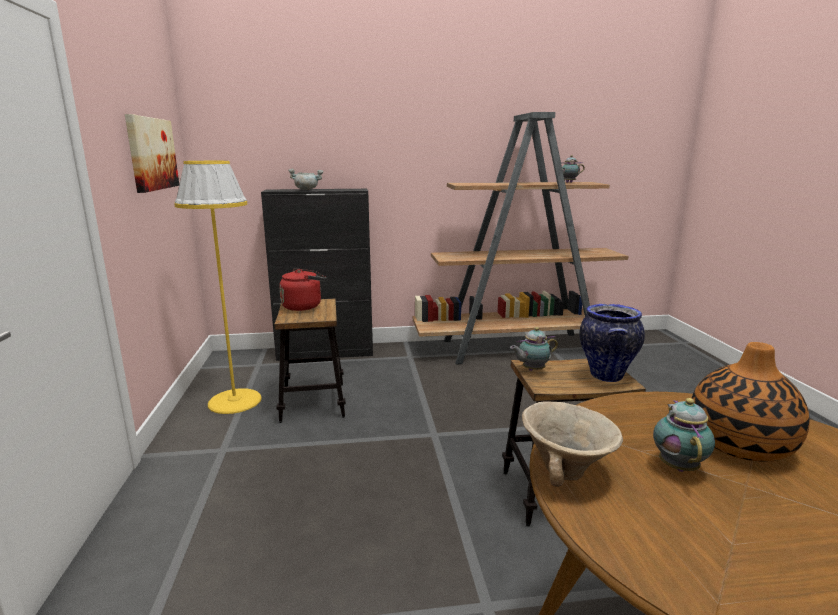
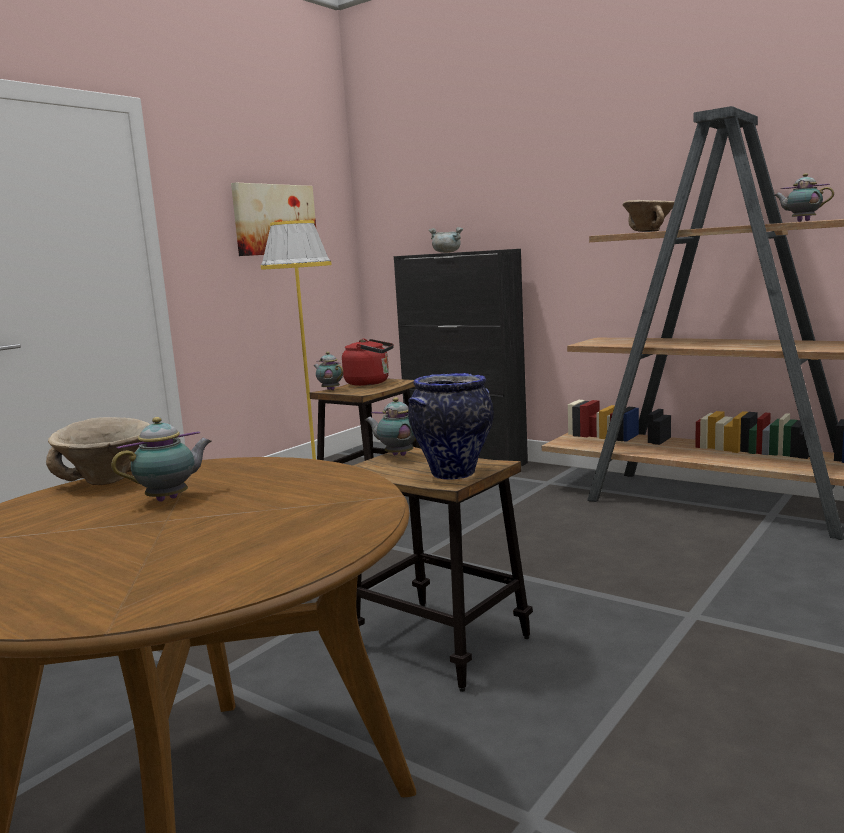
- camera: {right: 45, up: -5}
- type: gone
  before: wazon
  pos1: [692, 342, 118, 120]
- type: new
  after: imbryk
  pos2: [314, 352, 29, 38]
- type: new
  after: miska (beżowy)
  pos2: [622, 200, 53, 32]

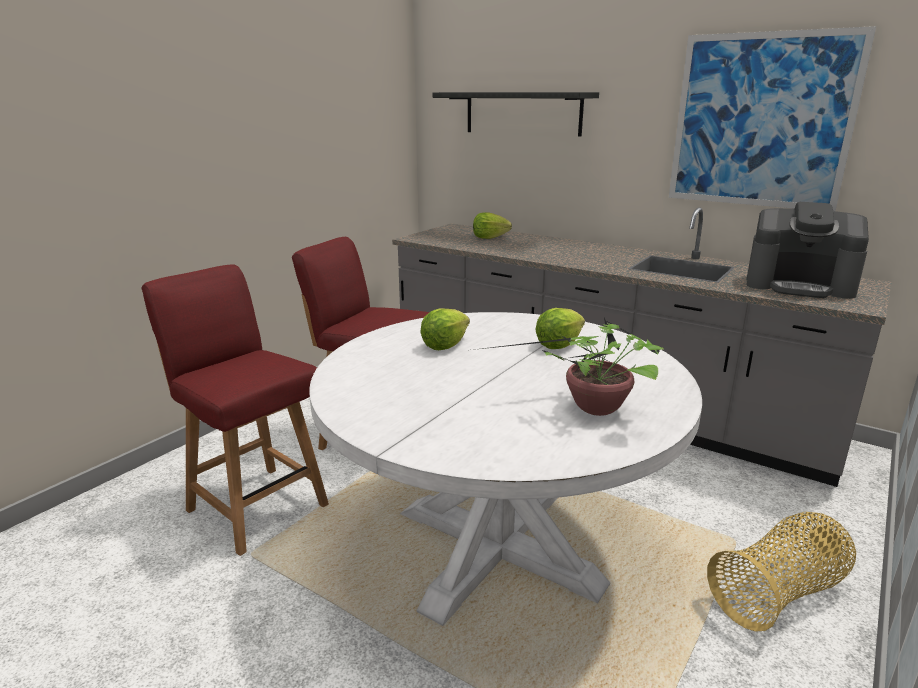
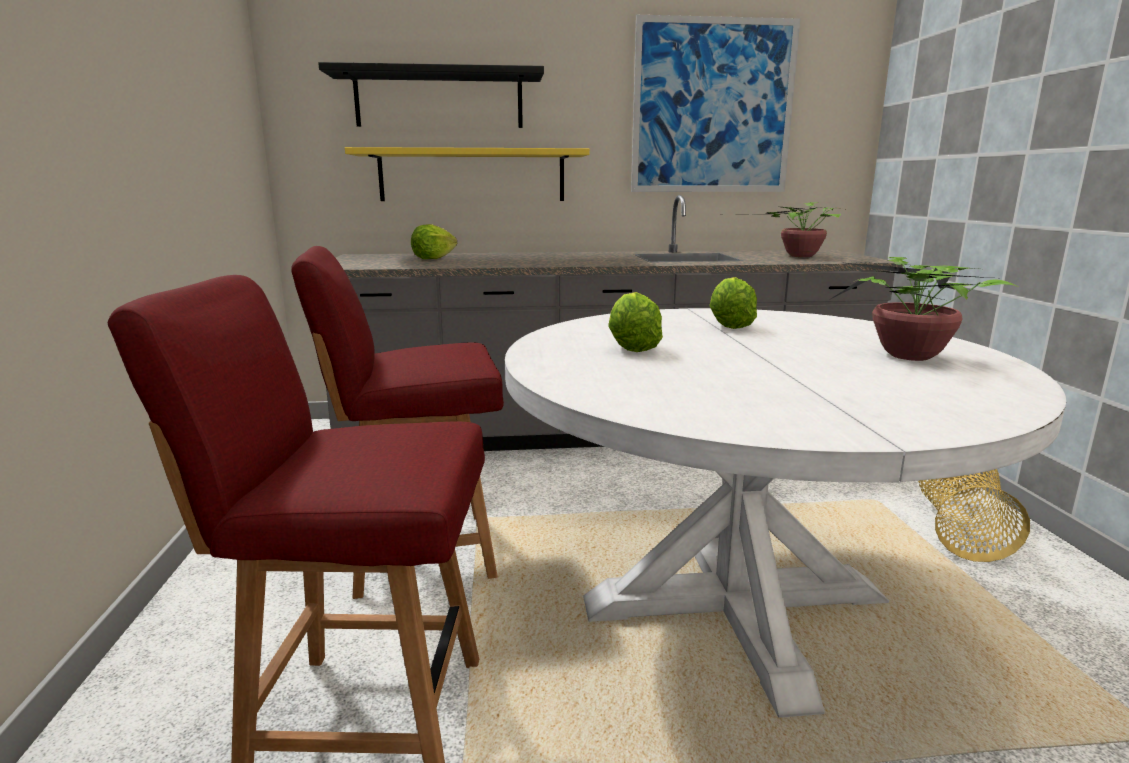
- camera: {right: -40, up: -5}
- type: swapped
  before: ekspres do kawy
  after: roślina doniczkowa
  pos1: [746, 202, 123, 97]
  pos2: [727, 202, 115, 55]
- type: new
  after: półka (żółty)
  pos2: [345, 147, 245, 54]

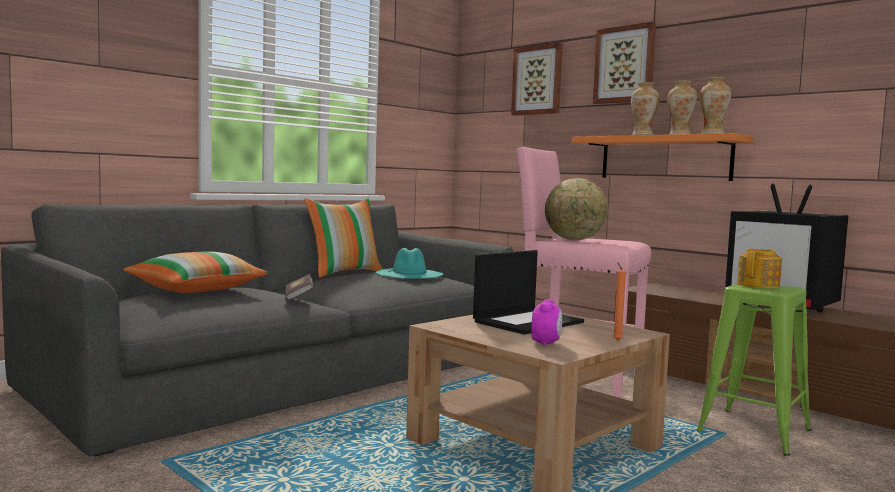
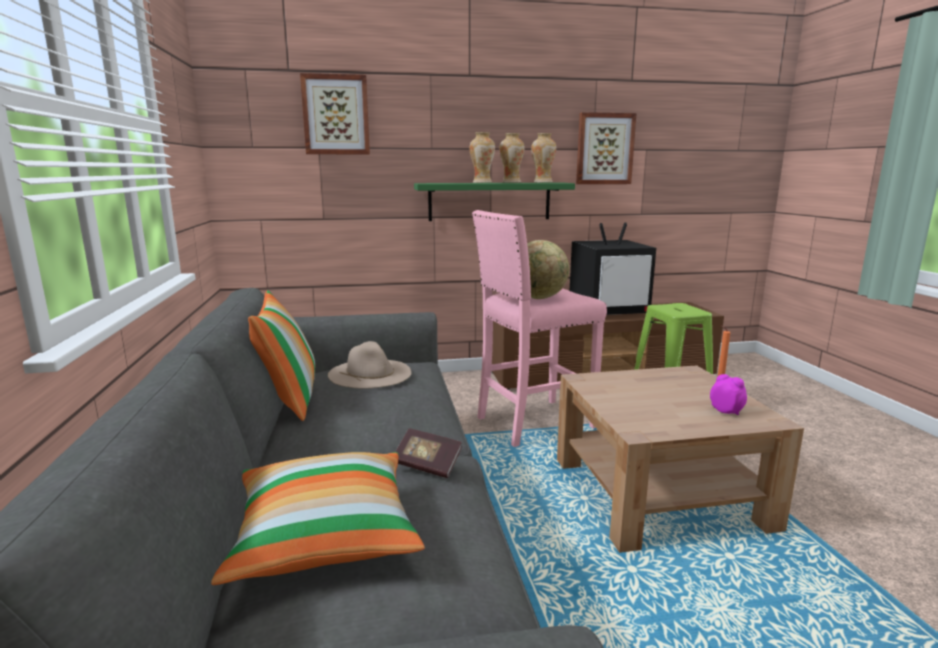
- camera: {right: -55, up: 10}
- type: repainted
  before: kapelusz (turkusowy)
  after: kapelusz (beżowy)
  pos1: [376, 248, 67, 31]
  pos2: [328, 341, 83, 48]
- type: gone
  before: laptop
  pos1: [473, 250, 111, 85]
- type: repainted
  before: półka (pomarańczowy)
  after: półka (zielony)
  pos1: [572, 133, 181, 48]
  pos2: [414, 183, 161, 38]
- type: shifted
  before: obraz
  pos1: [593, 22, 63, 82]
  pos2: [576, 112, 61, 72]
- type: gone
  before: imbryk
  pos1: [737, 249, 45, 40]

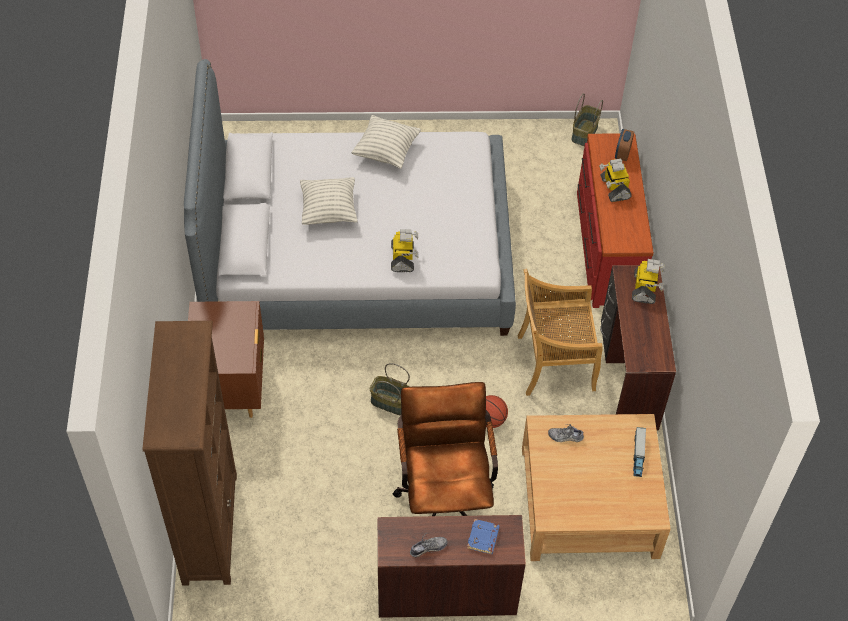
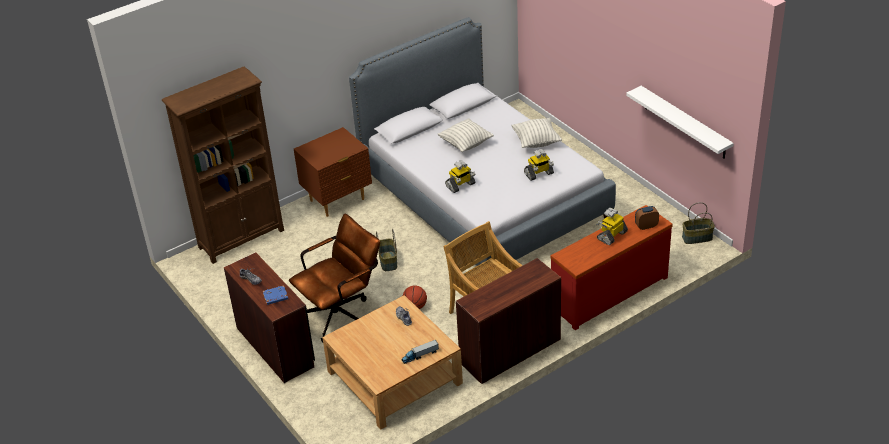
- camera: {right: 60, up: -15}
- type: shifted
  before: robot zabawkowy
  pos1: [632, 259, 33, 45]
  pos2: [524, 149, 30, 32]
- type: new
  after: półka (biały)
  pos2: [626, 86, 108, 73]

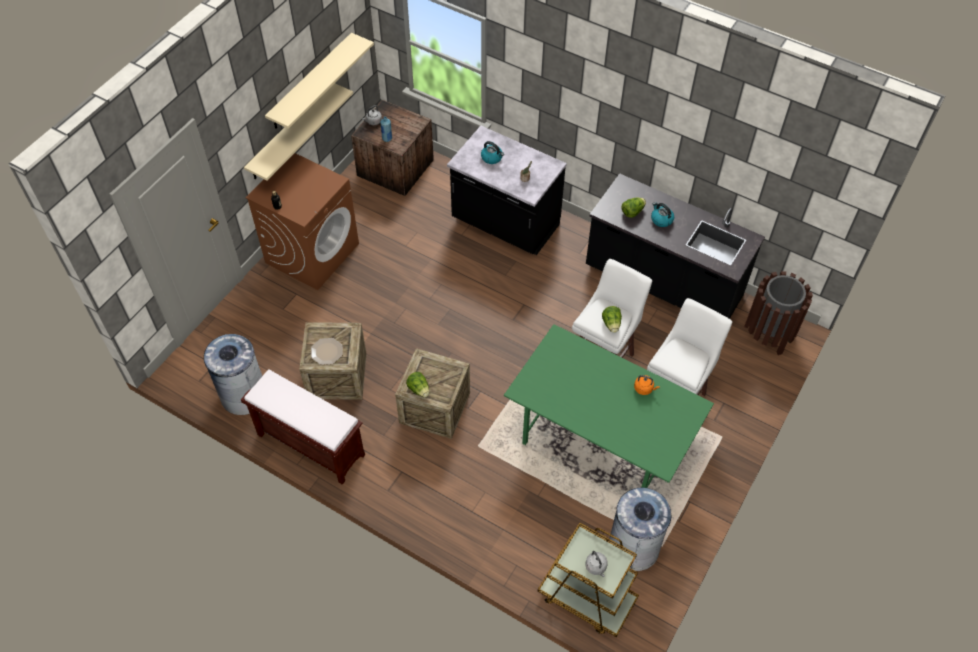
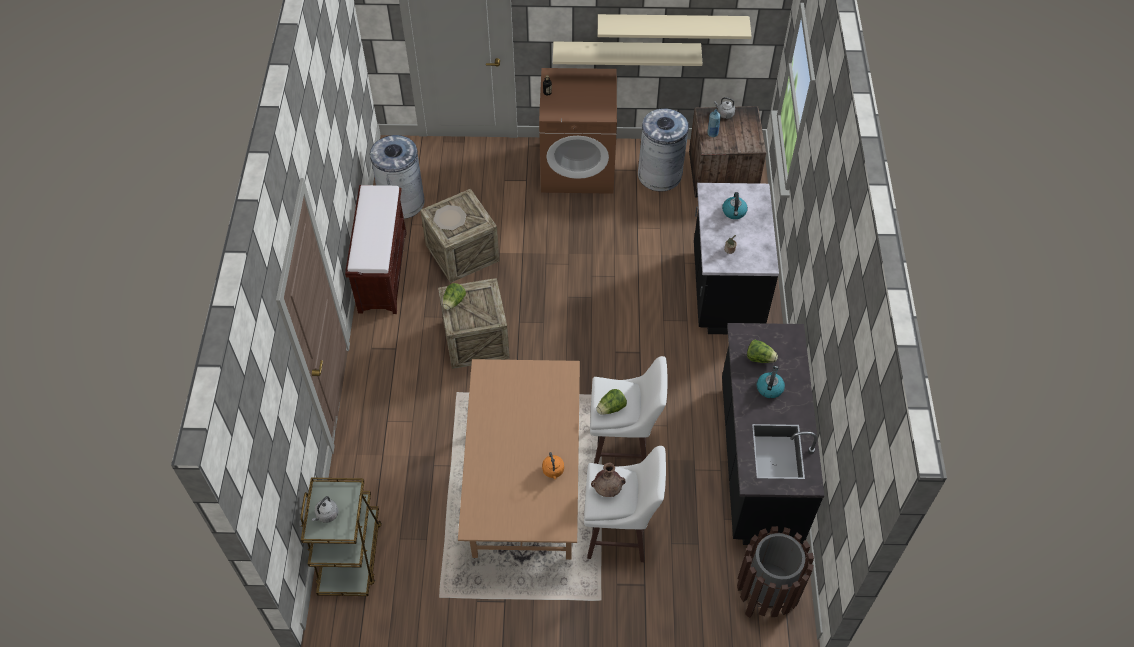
- camera: {right: 60, up: 0}
- type: repainted
  before: stół jadalny (zielony)
  after: stół jadalny (brązowy)
  pos1: [504, 324, 210, 164]
  pos2: [458, 359, 122, 201]
- type: shifted
  before: kosz na śmieci (szary)
  pos1: [609, 487, 65, 84]
  pos2: [638, 108, 51, 84]
- type: new
  after: wazon (brązowy)
  pos2: [591, 463, 35, 34]

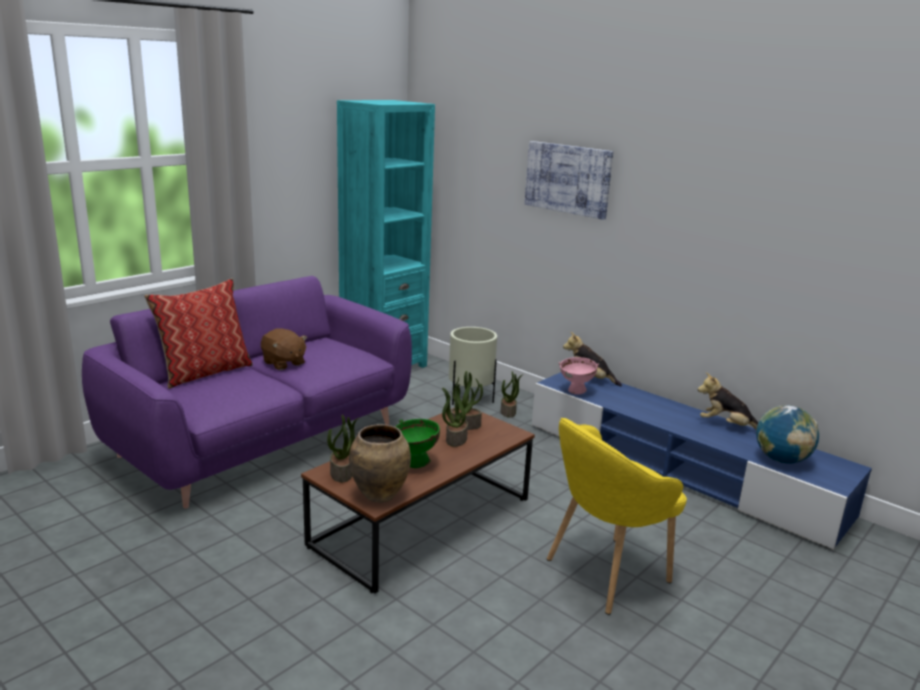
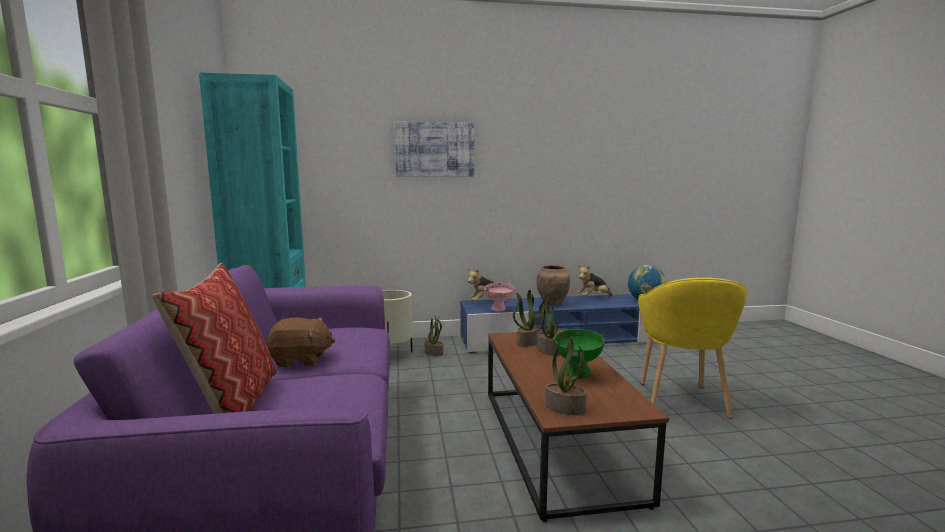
- camera: {right: -50, up: -10}
- type: shifted
  before: wazon (brązowy)
  pos1: [349, 424, 62, 79]
  pos2: [537, 265, 33, 41]

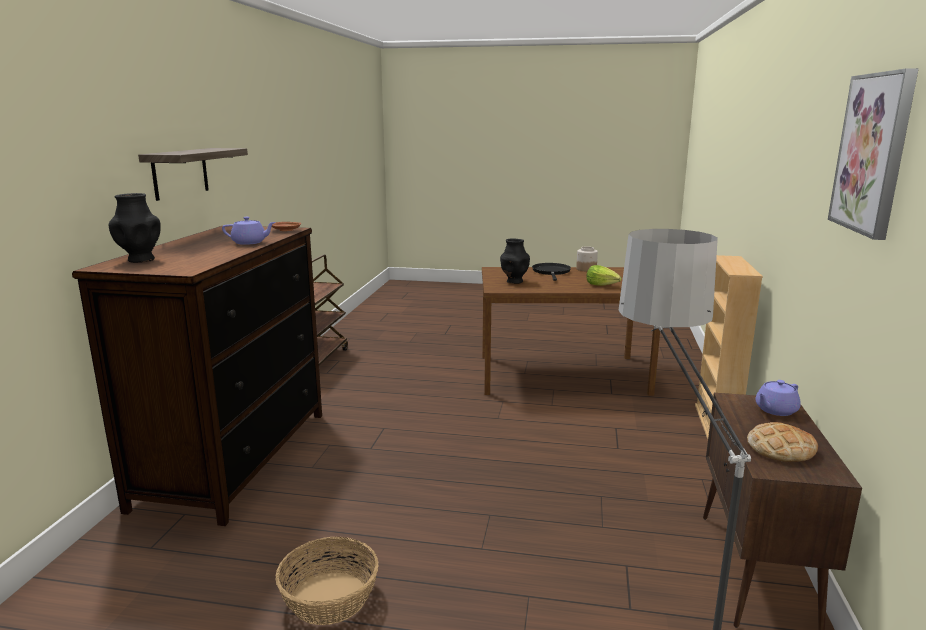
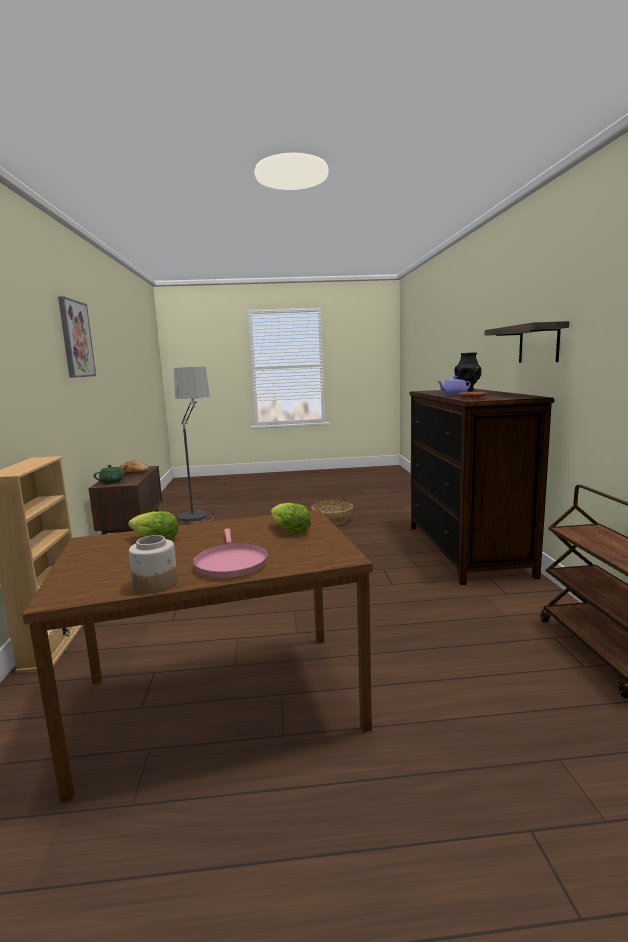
- camera: {right: 165, up: -5}
- type: swapped
  before: wazon (czarny)
  after: sałata
  pos1: [500, 238, 30, 46]
  pos2: [271, 503, 40, 31]
- type: repainted
  before: patelnia (czarny)
  after: patelnia (różowy)
  pos1: [532, 263, 39, 18]
  pos2: [193, 528, 75, 49]
- type: repainted
  before: imbryk (fioletowy)
  after: imbryk (zielony)
  pos1: [755, 380, 46, 36]
  pos2: [94, 465, 34, 19]

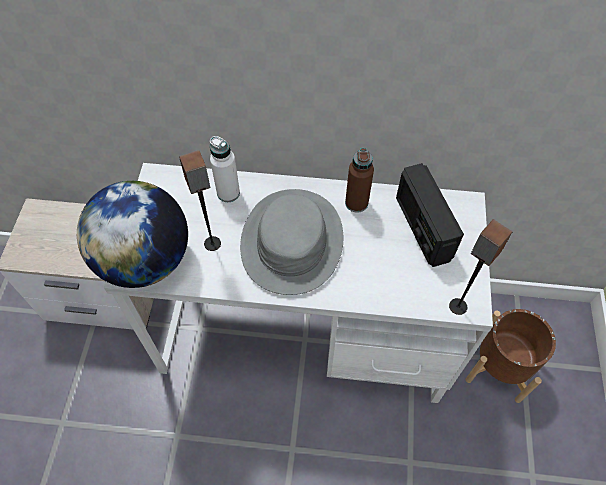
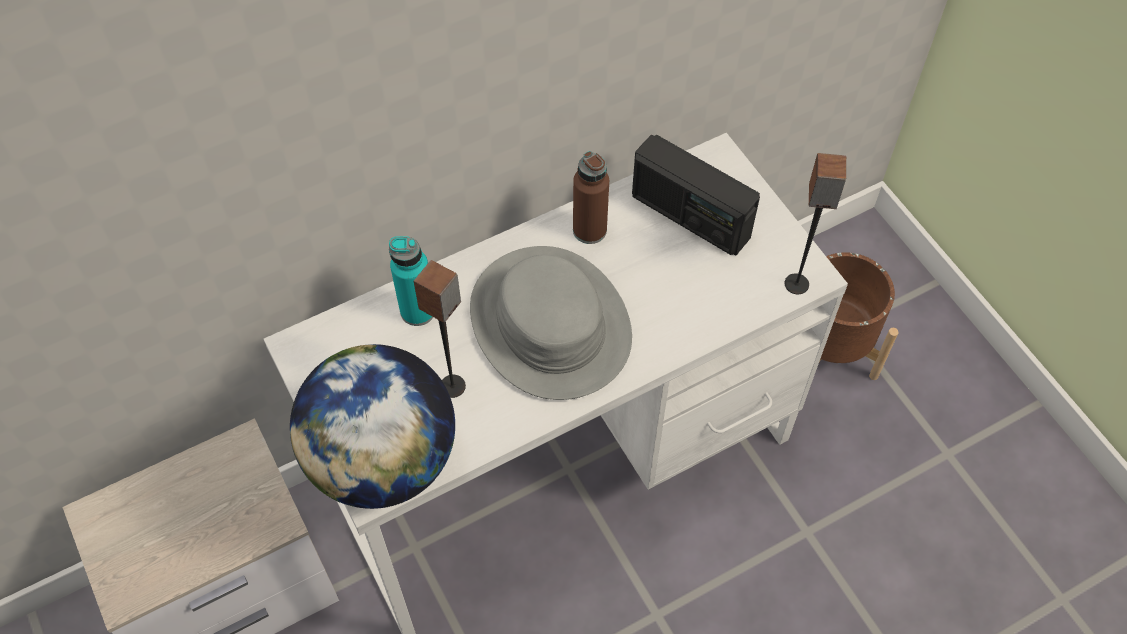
- camera: {right: -35, up: 0}
- type: repainted
  before: butelka (biały)
  after: butelka (turkusowy)
  pos1: [210, 136, 30, 66]
  pos2: [389, 236, 44, 90]

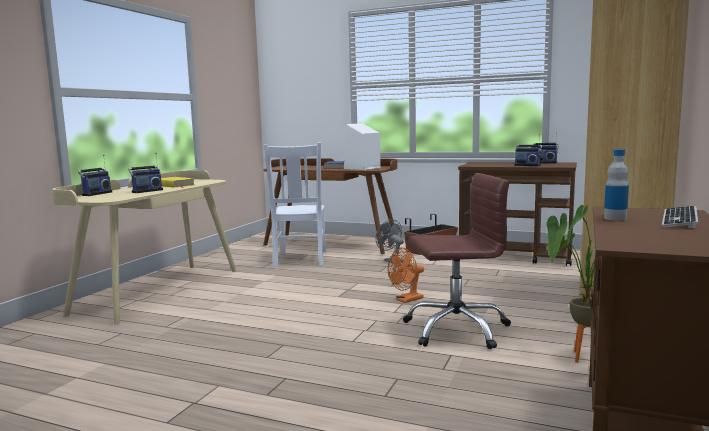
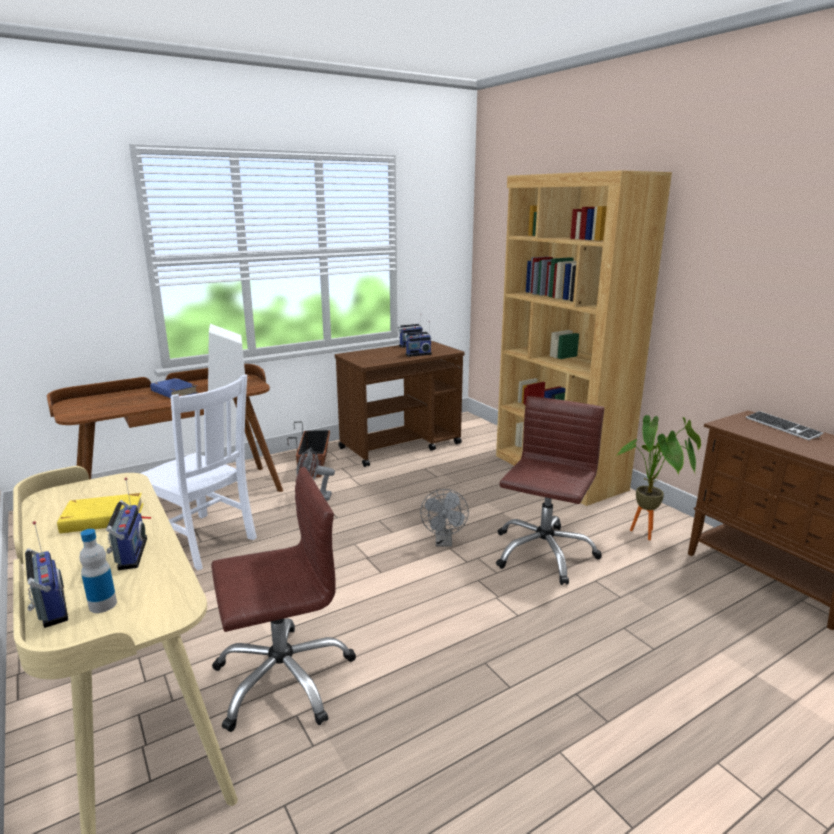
- camera: {right: -55, up: 10}
- type: repainted
  before: wentylator (pomarańczowy)
  after: wentylator (szary)
  pos1: [387, 248, 37, 55]
  pos2: [420, 489, 49, 58]
- type: shifted
  before: butelka
  pos1: [604, 149, 25, 72]
  pos2: [80, 529, 37, 84]
- type: new
  after: krzesło biurowe (brązowy)
  pos2: [211, 467, 145, 265]

